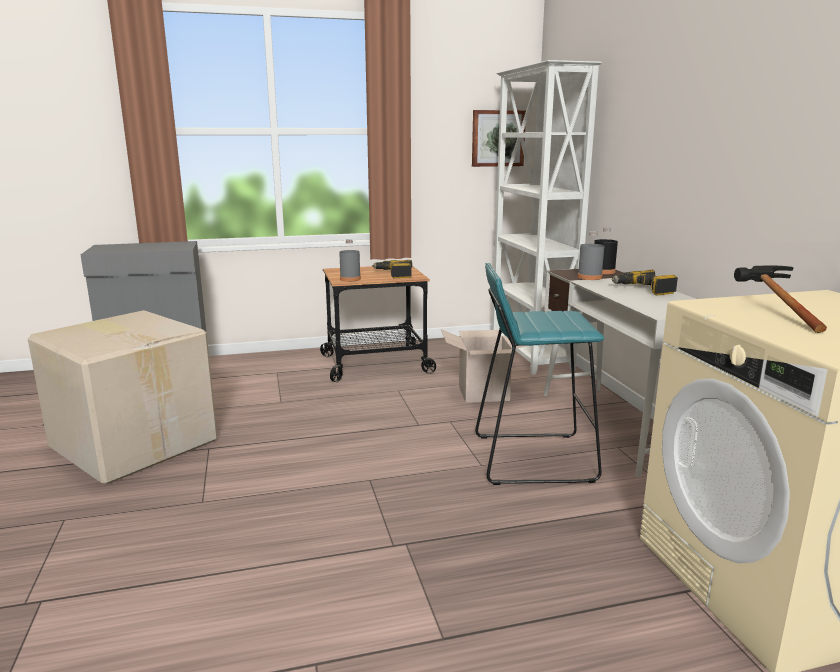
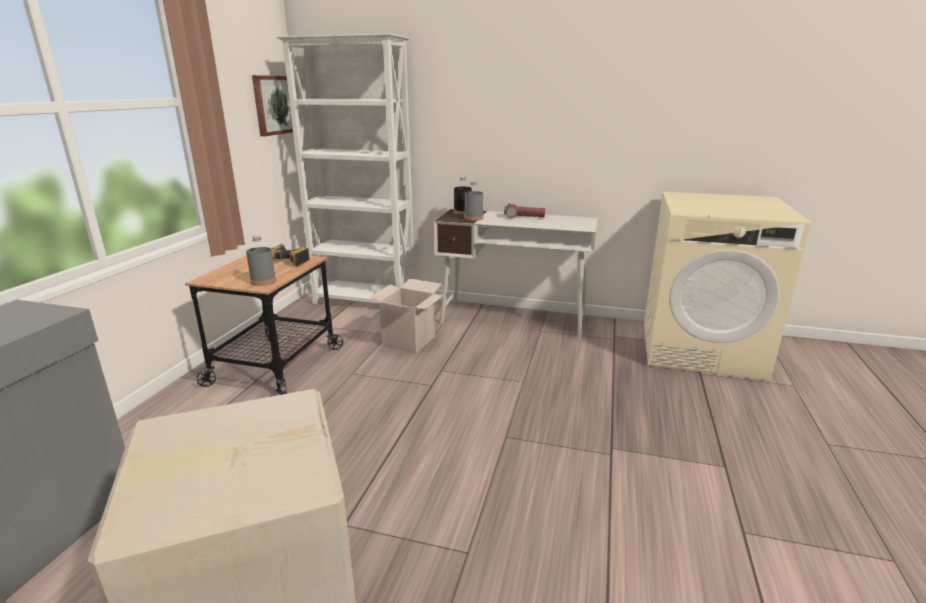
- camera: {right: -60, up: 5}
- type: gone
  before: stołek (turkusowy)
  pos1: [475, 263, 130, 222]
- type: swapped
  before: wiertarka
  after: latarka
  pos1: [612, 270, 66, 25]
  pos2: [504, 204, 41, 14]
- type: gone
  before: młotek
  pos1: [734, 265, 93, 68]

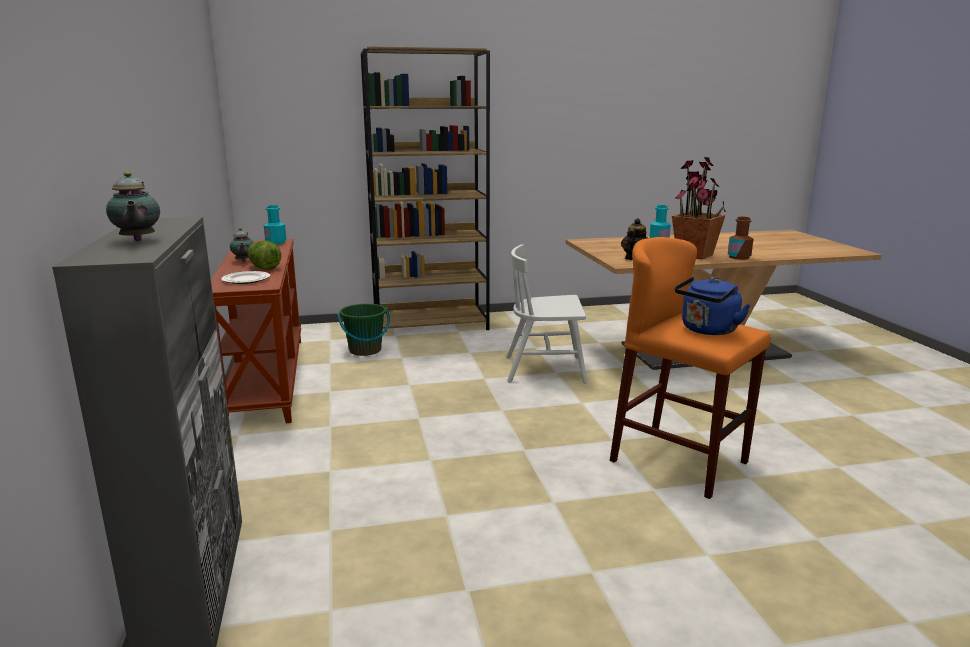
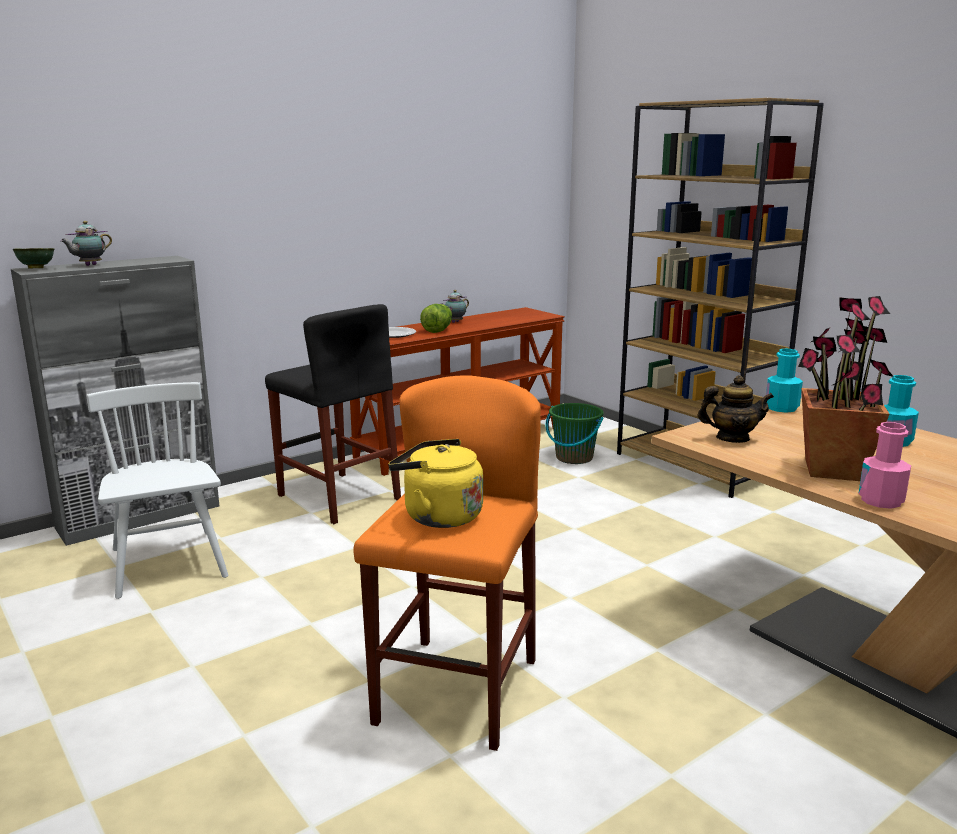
- camera: {right: 65, up: 0}
- type: shifted
  before: butelka (turkusowy)
  pos1: [264, 205, 22, 40]
  pos2: [766, 349, 37, 64]
- type: shifted
  before: krzesło (biały)
  pos1: [506, 244, 81, 139]
  pos2: [86, 382, 143, 217]
- type: repainted
  before: czajnik (niebieski)
  after: czajnik (żółty)
  pos1: [675, 276, 76, 59]
  pos2: [388, 439, 95, 89]
- type: repainted
  before: butelka (brązowy)
  after: butelka (różowy)
  pos1: [728, 217, 25, 43]
  pos2: [858, 422, 53, 87]
- type: new
  after: miska (zielony)
  pos2: [13, 248, 41, 21]
- type: new
  after: stołek (czarny)
  pos2: [265, 304, 136, 220]

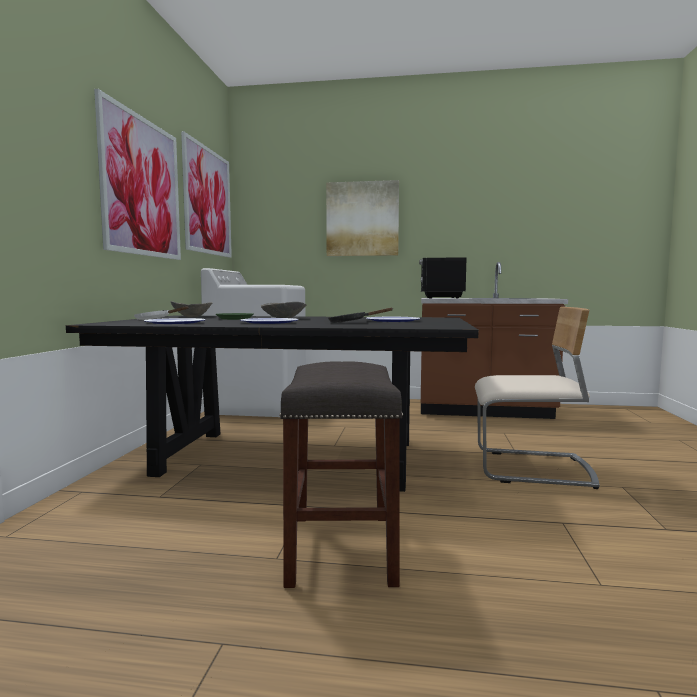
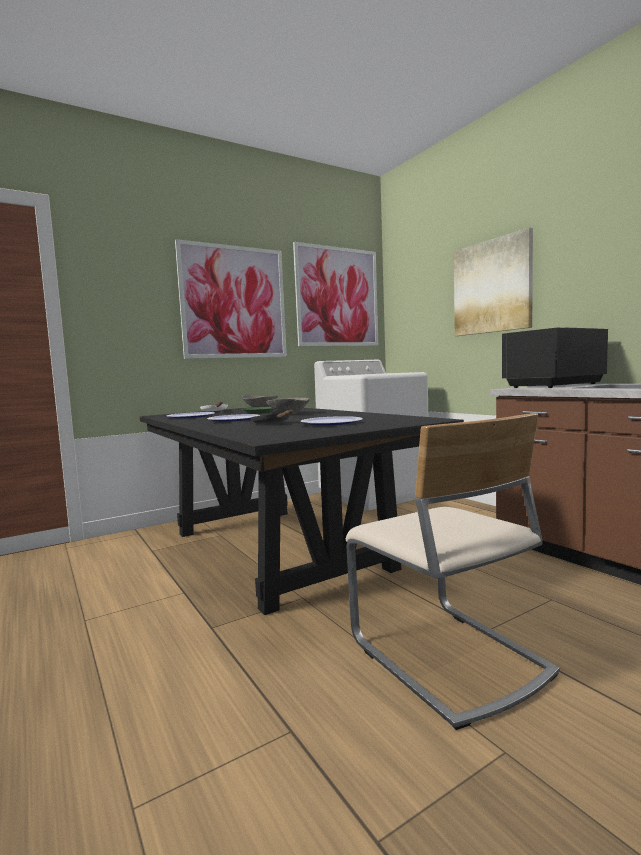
- camera: {right: 50, up: 0}
- type: gone
  before: stołek (szary)
  pos1: [279, 361, 124, 227]

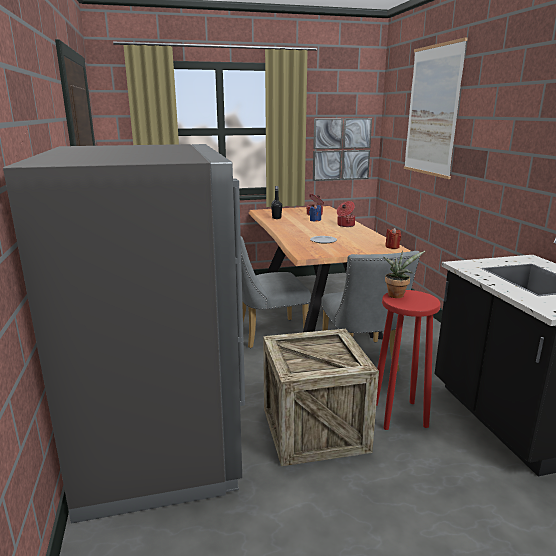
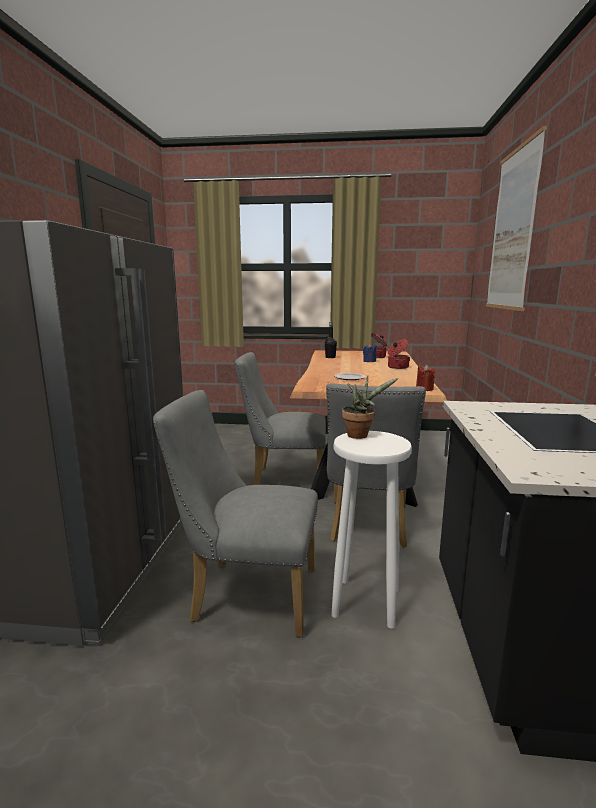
- camera: {right: 20, up: -5}
- type: swapped
  before: skrzynka
  after: krzesło (szary)
  pos1: [263, 329, 116, 137]
  pos2: [153, 390, 165, 248]
- type: gone
  before: obraz
  pos1: [313, 118, 59, 63]
- type: repainted
  before: stołek (czerwony)
  after: stołek (biały)
  pos1: [376, 290, 64, 140]
  pos2: [331, 431, 81, 197]

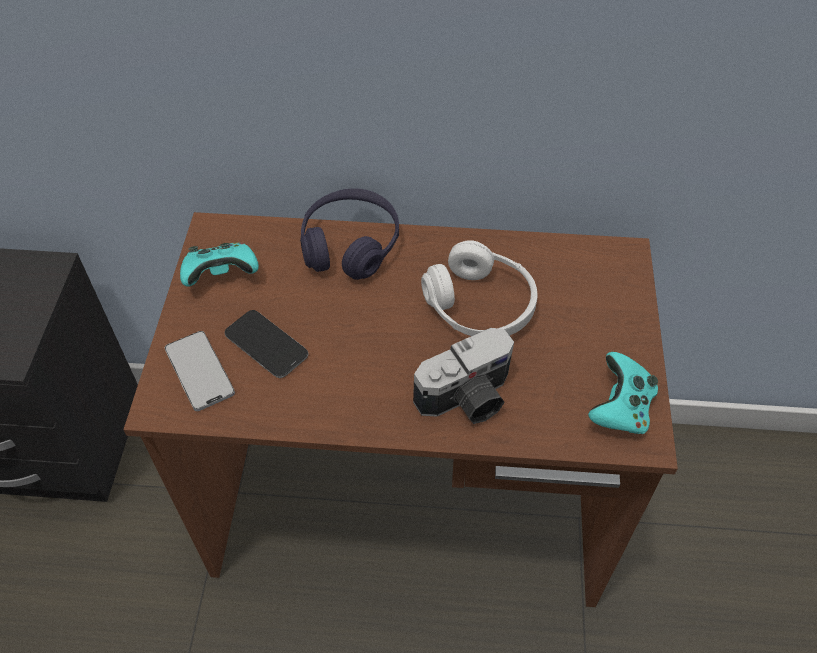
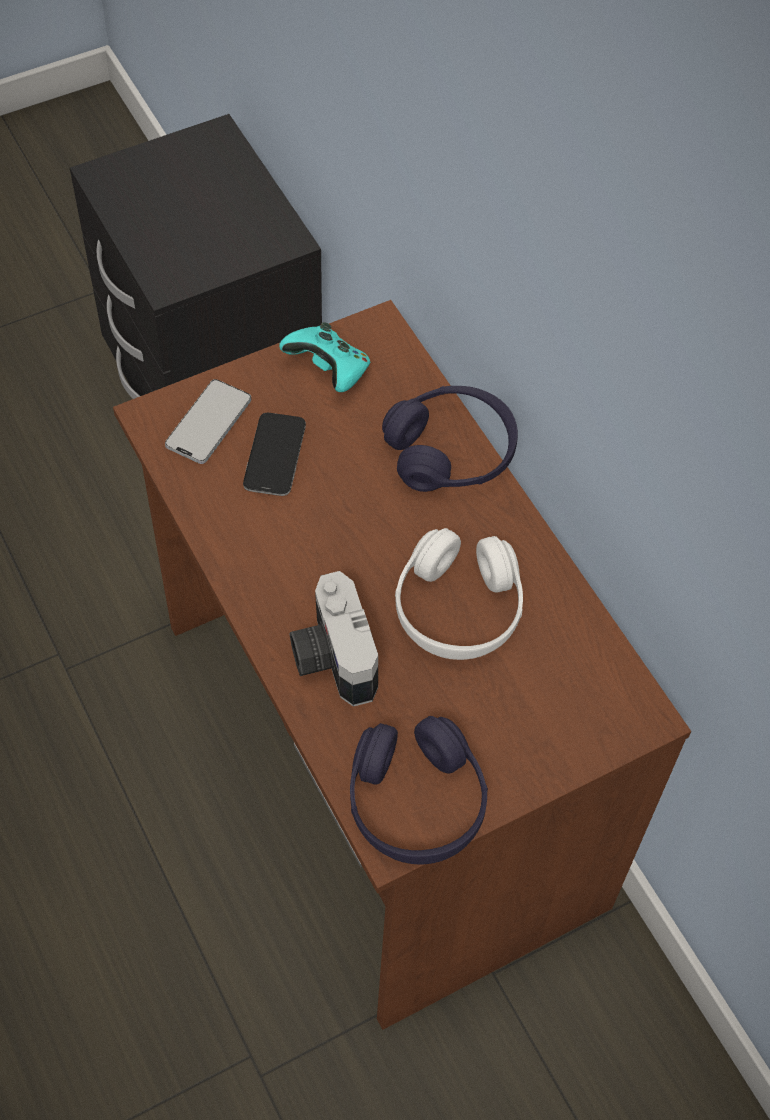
- camera: {right: 55, up: 5}
- type: rotated
  before: aparat fotograficzny
  pos1: [413, 328, 101, 96]
  pos2: [289, 571, 89, 136]
  turn: 45
- type: swapped
  before: pad do gier (turkusowy)
  after: słuchawki (fioletowy)
  pos1: [588, 352, 70, 82]
  pos2: [350, 716, 138, 148]

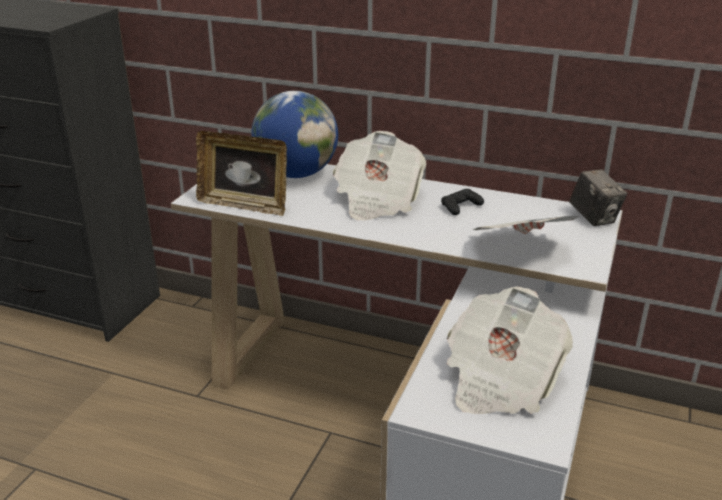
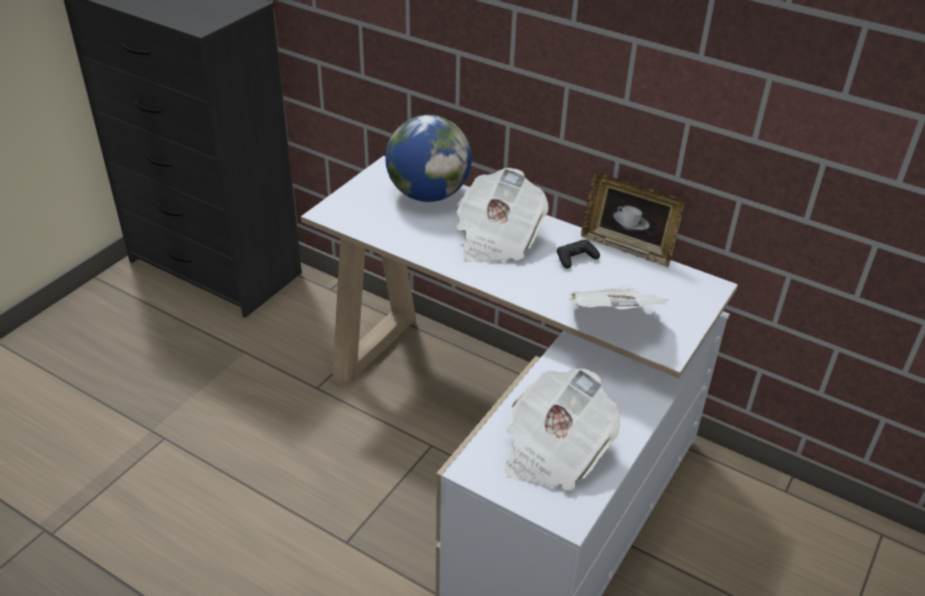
- camera: {right: 10, up: 10}
- type: shifted
  before: ramka na zdjęcie
  pos1: [196, 131, 91, 85]
  pos2: [581, 174, 103, 93]
- type: gone
  before: aparat fotograficzny
  pos1: [569, 169, 58, 57]

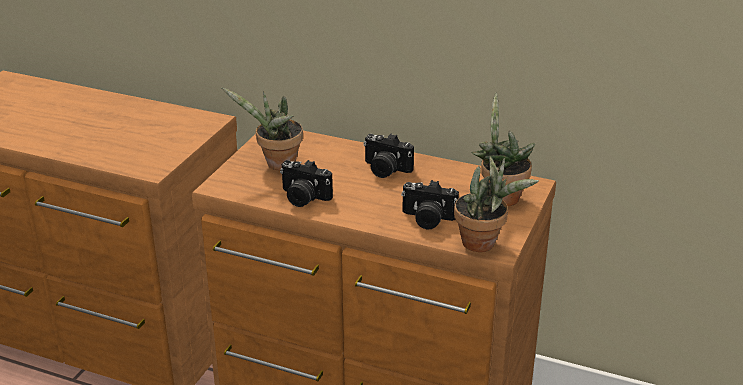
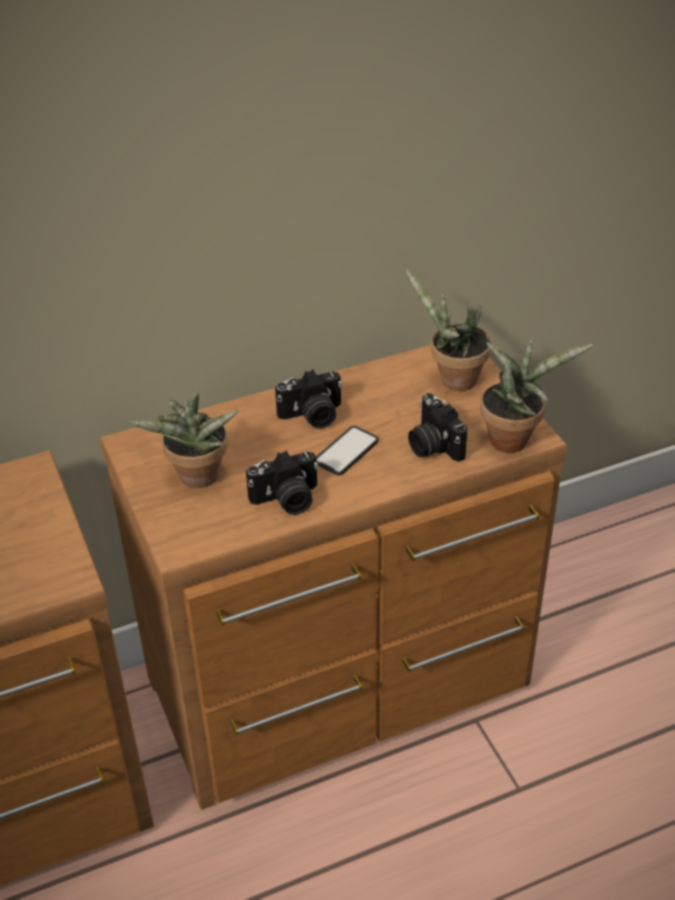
- camera: {right: -45, up: 10}
- type: rotated
  before: aparat fotograficzny
  pos1: [401, 180, 58, 50]
  pos2: [408, 393, 59, 69]
  turn: 90
- type: new
  after: telefon
  pos2: [316, 426, 63, 49]

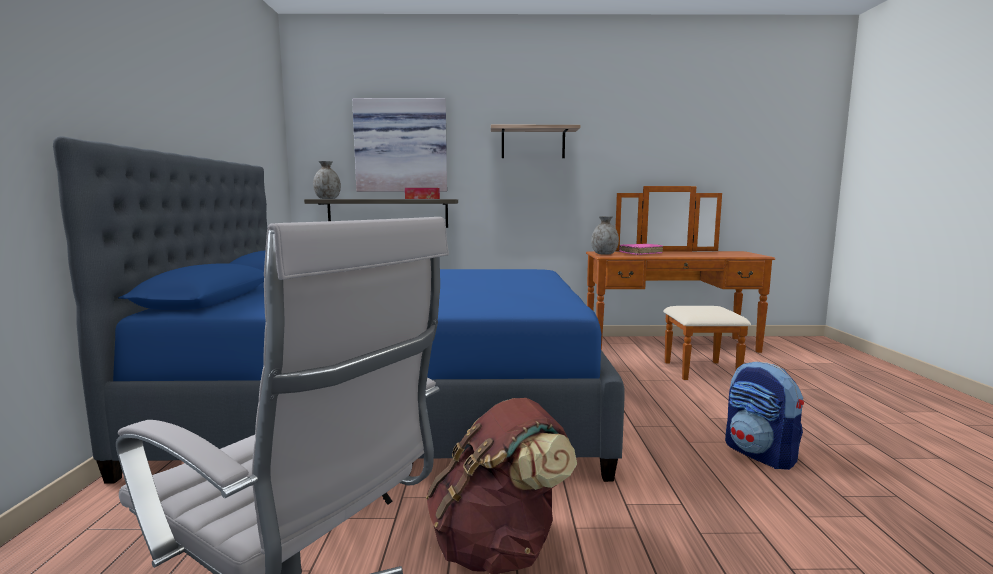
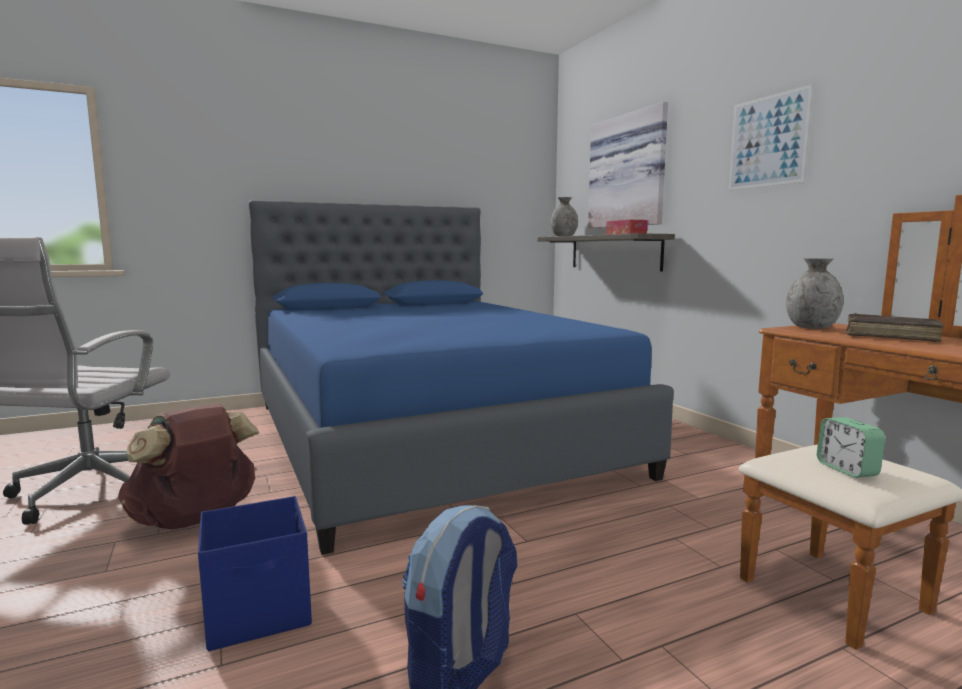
- camera: {right: 65, up: 0}
- type: swapped
  before: półka
  after: obraz
  pos1: [491, 125, 89, 33]
  pos2: [729, 84, 84, 106]
- type: repainted
  before: książka (różowy)
  after: książka (brązowy)
  pos1: [619, 244, 44, 11]
  pos2: [846, 313, 98, 29]
- type: new
  after: pojemnik do przechowywania (niebieski)
  pos2: [198, 496, 114, 155]
- type: new
  after: budzik
  pos2: [817, 417, 69, 61]

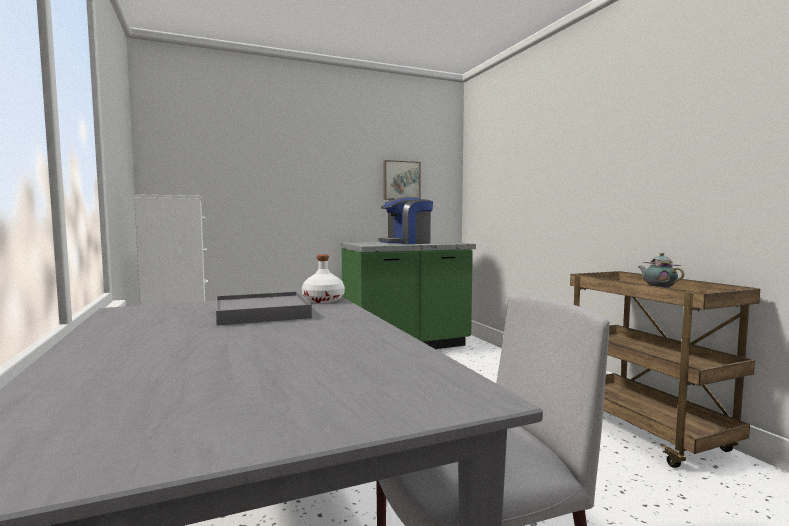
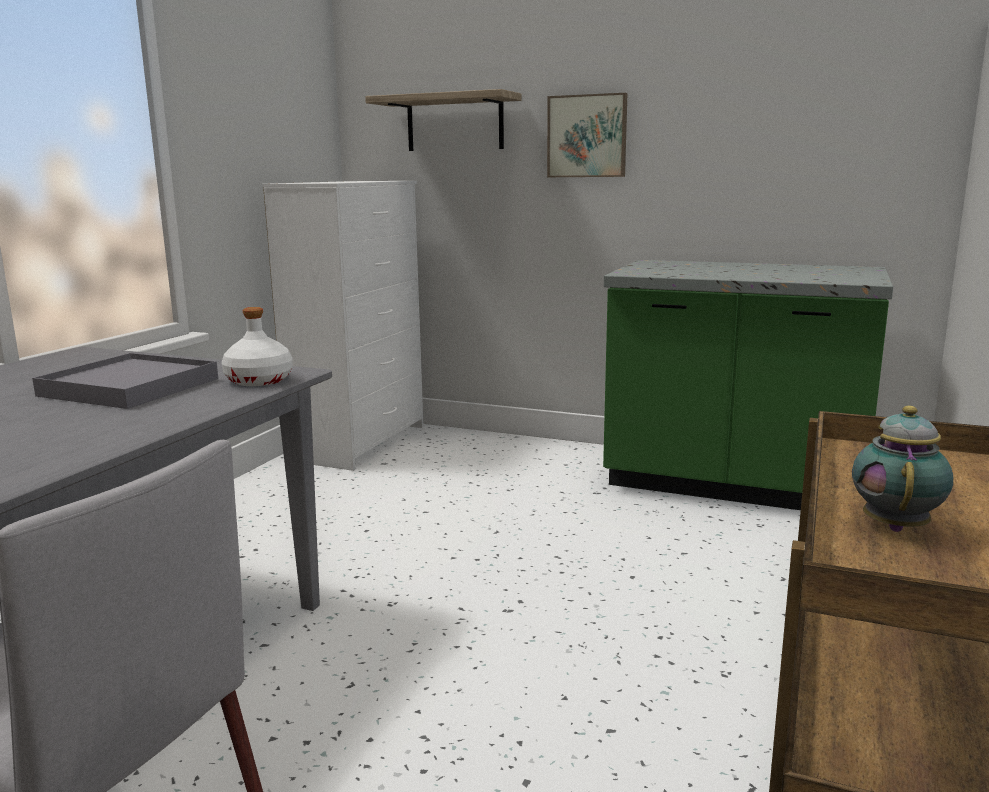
- camera: {right: 45, up: 10}
- type: gone
  before: ekspres do kawy
  pos1: [378, 197, 55, 47]
- type: shifted
  before: obraz
  pos1: [384, 160, 37, 40]
  pos2: [547, 93, 80, 84]
- type: new
  after: półka
  pos2: [365, 89, 157, 62]

